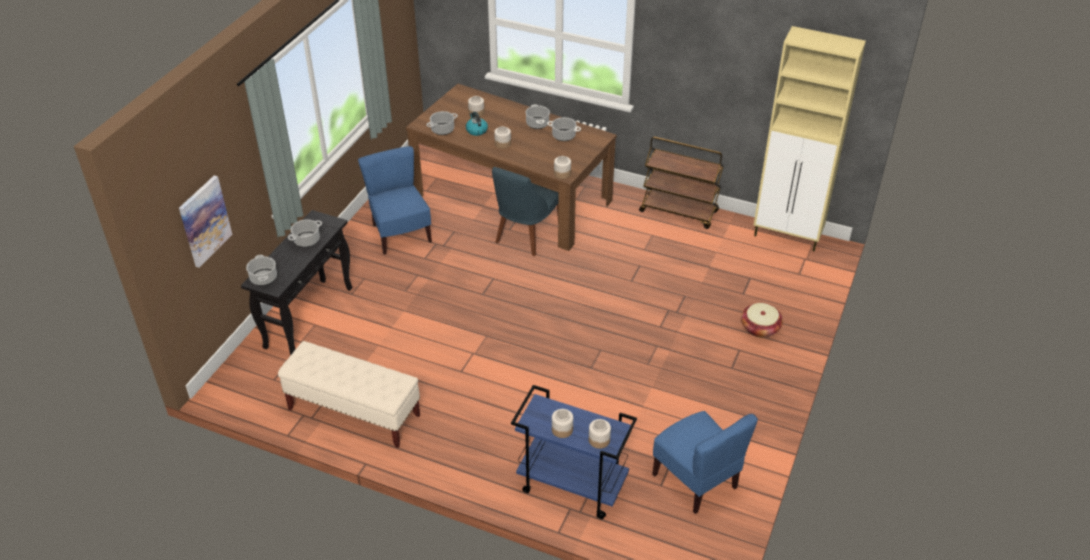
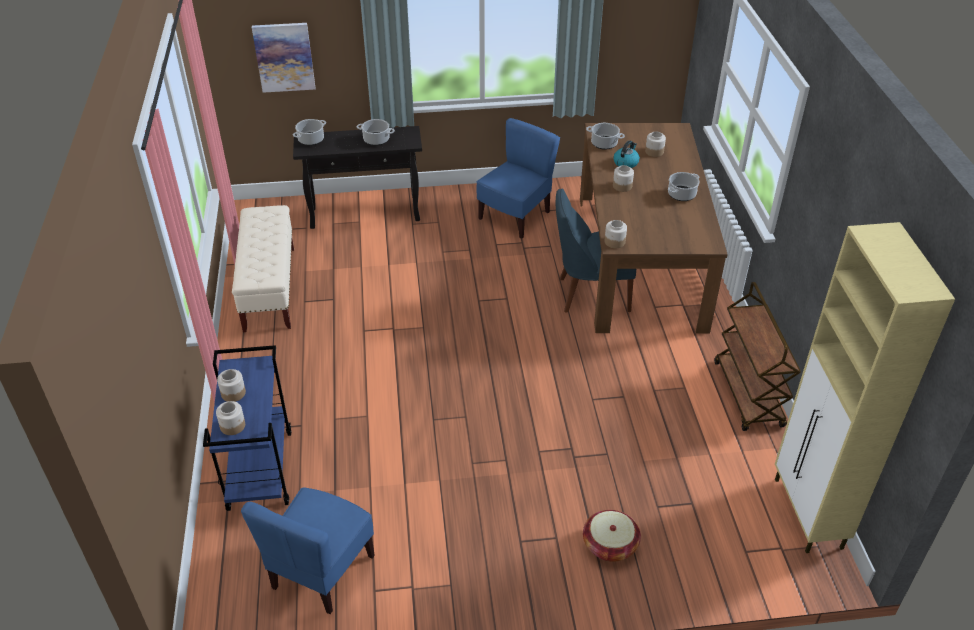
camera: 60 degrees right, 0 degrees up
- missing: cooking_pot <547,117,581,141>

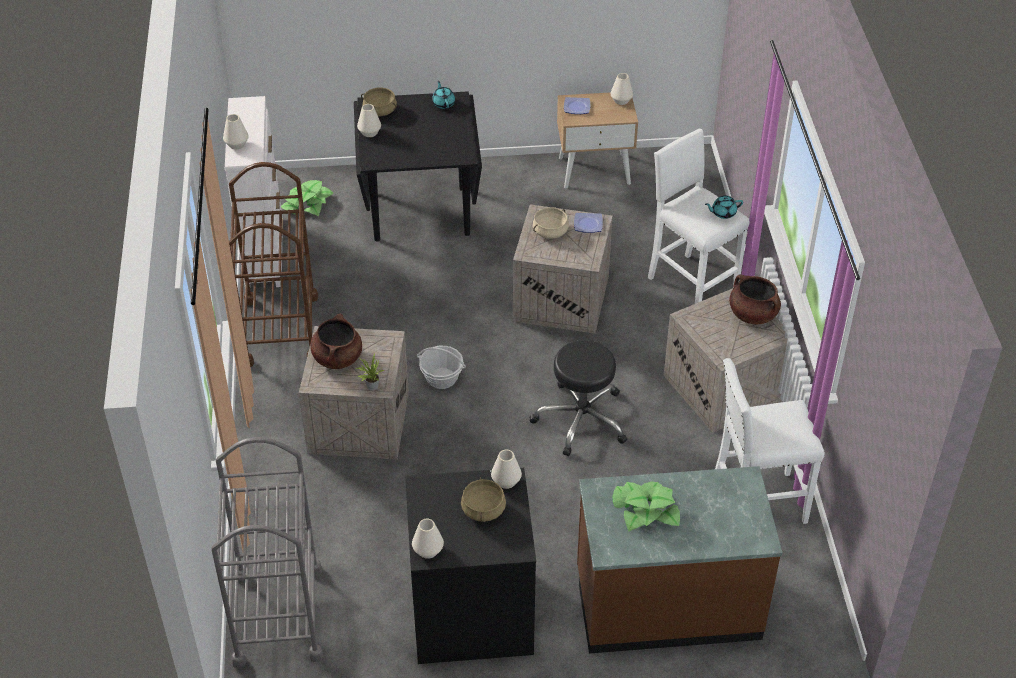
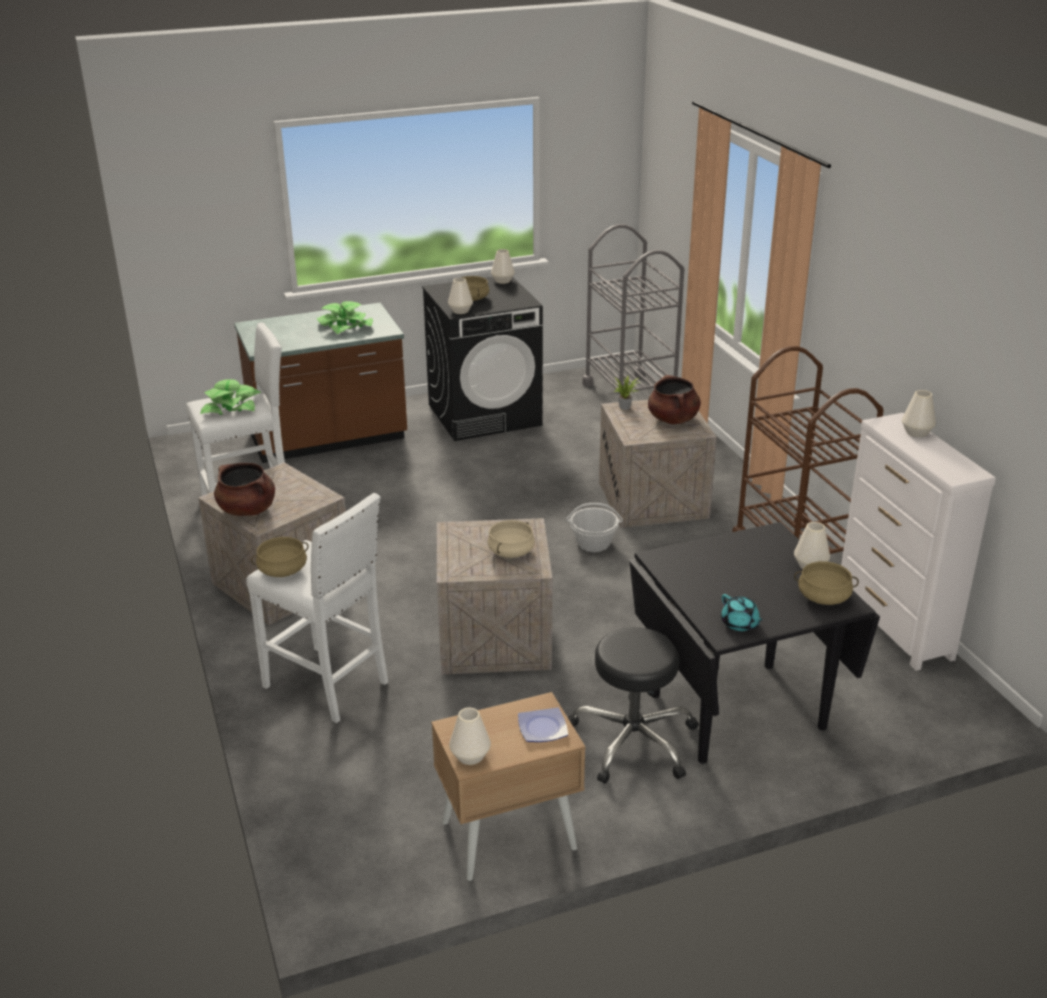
camera: 165 degrees right, 15 degrees down
- relocated: houseplant <281,180,333,216> to <200,379,262,415>
- exchanged: turquoise_teapot <705,196,743,219> to sand-coloured_cooking_pot <251,537,309,577>
- missing: flat_dish <574,213,603,233>
- relocated: black_stool <530,340,627,456> to <568,627,699,784>

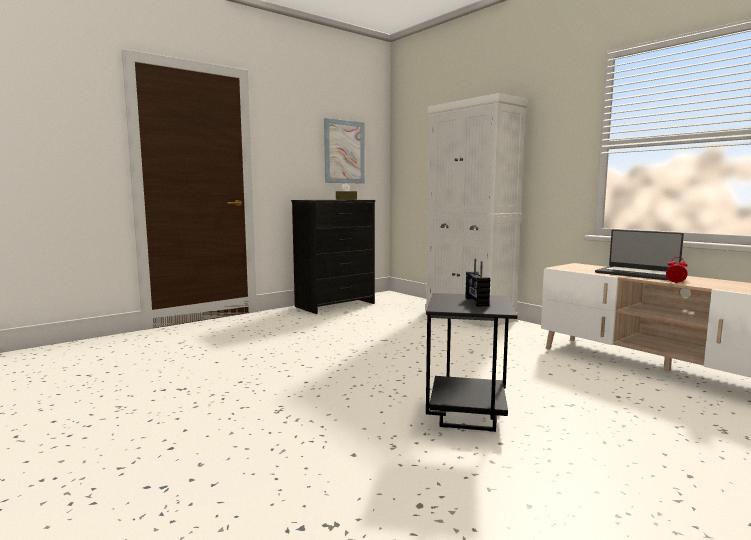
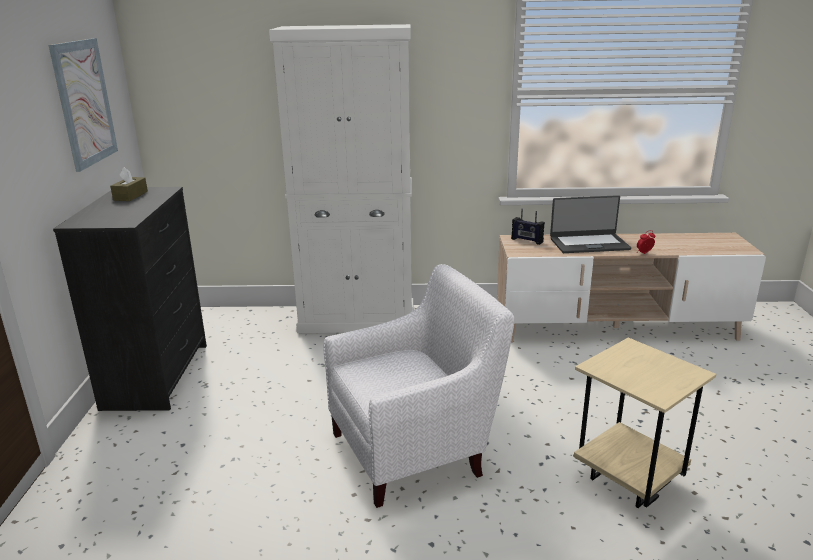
camera: 50 degrees left, 15 degrees up
- relocated: radio <465,259,490,307> to <511,209,545,245>
- colour: black_end_table <426,293,517,432> to sand-coloured_end_table <574,338,716,508>
- appeared: whitish_armchair <324,264,514,508>

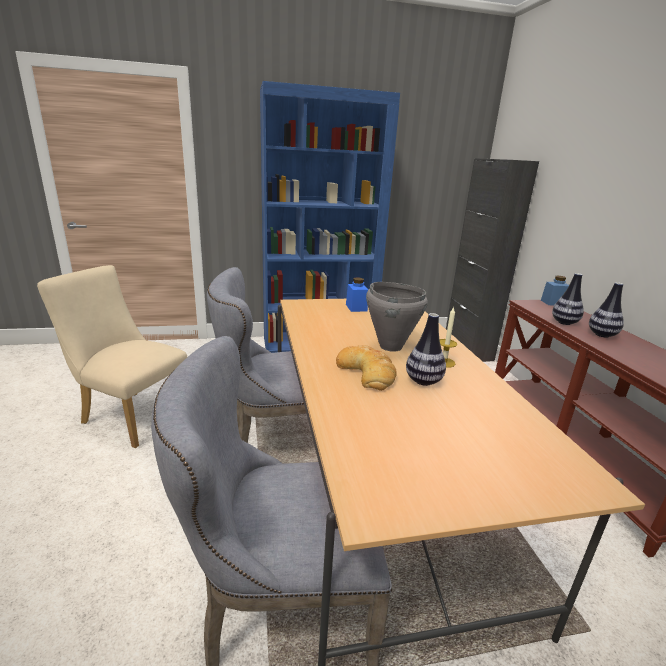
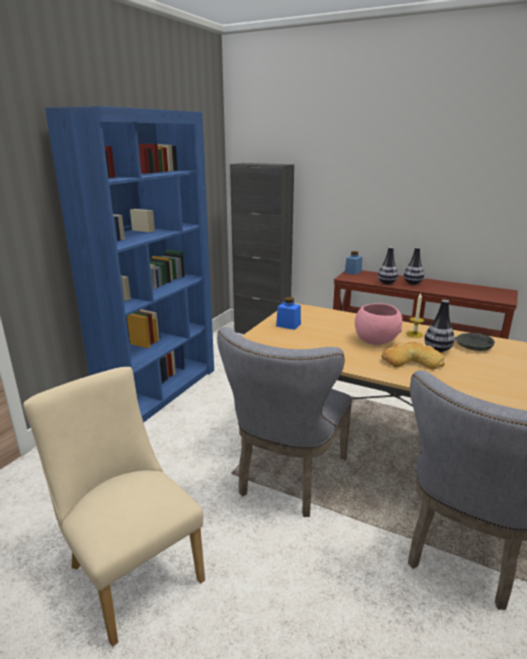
camera: 50 degrees left, 0 degrees up
- spun: sand-coloured_chair <37,265,187,448> = <23,367,205,647> 75 degrees clockwise
- exchanged: greyish_cooking_pot <366,282,428,352> to pinkish_deep_dish <355,303,402,345>
- appeared: greyish_deep_dish <455,333,495,351>

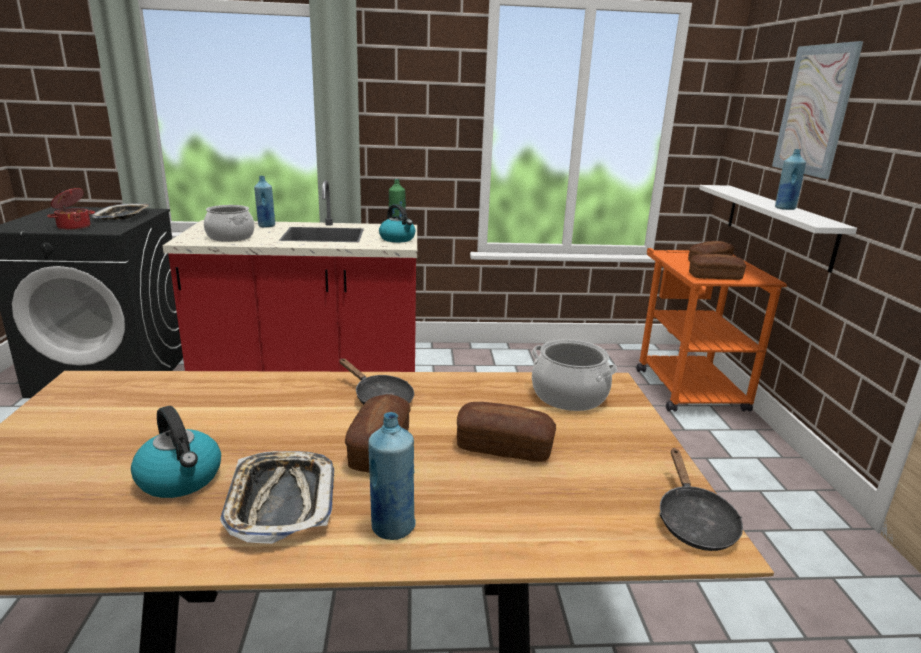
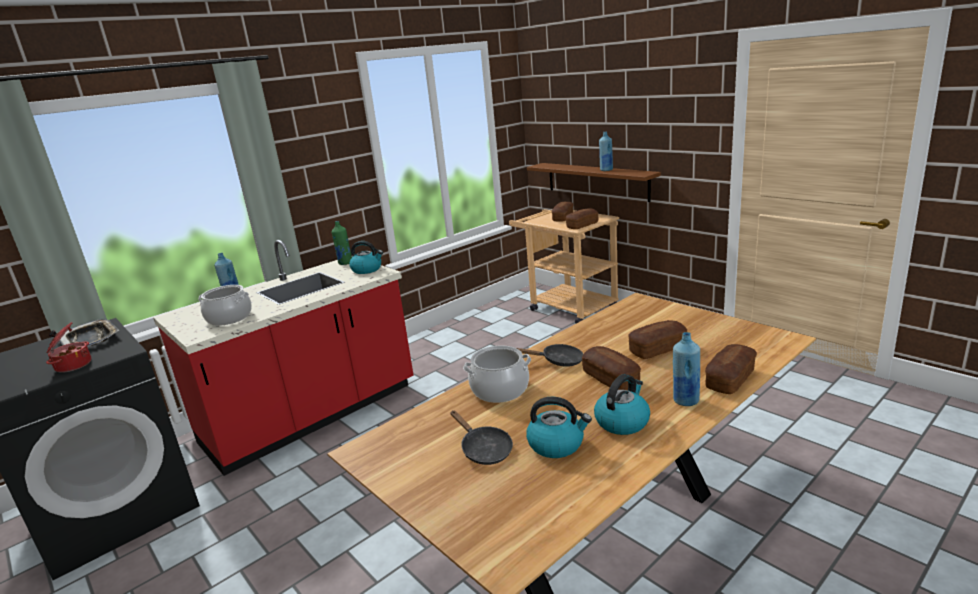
camera: 35 degrees left, 0 degrees up
- missing: picture <772,41,864,179>
- colour: whitish_bracket_shelf <699,185,857,273> to brown_bracket_shelf <527,163,661,202>
- colour: orange_wheeled_cart <636,248,787,412> to sand-coloured_wheeled_cart <509,209,619,324>
- relocated: cooking_pot <532,339,618,411> to <463,346,531,403>
- relocated: black_frying_pan <659,448,743,551> to <450,410,513,465>
- exchanged: tray <220,451,334,544> to tea_kettle <594,374,650,435>
- appeared: bread <705,344,757,394>

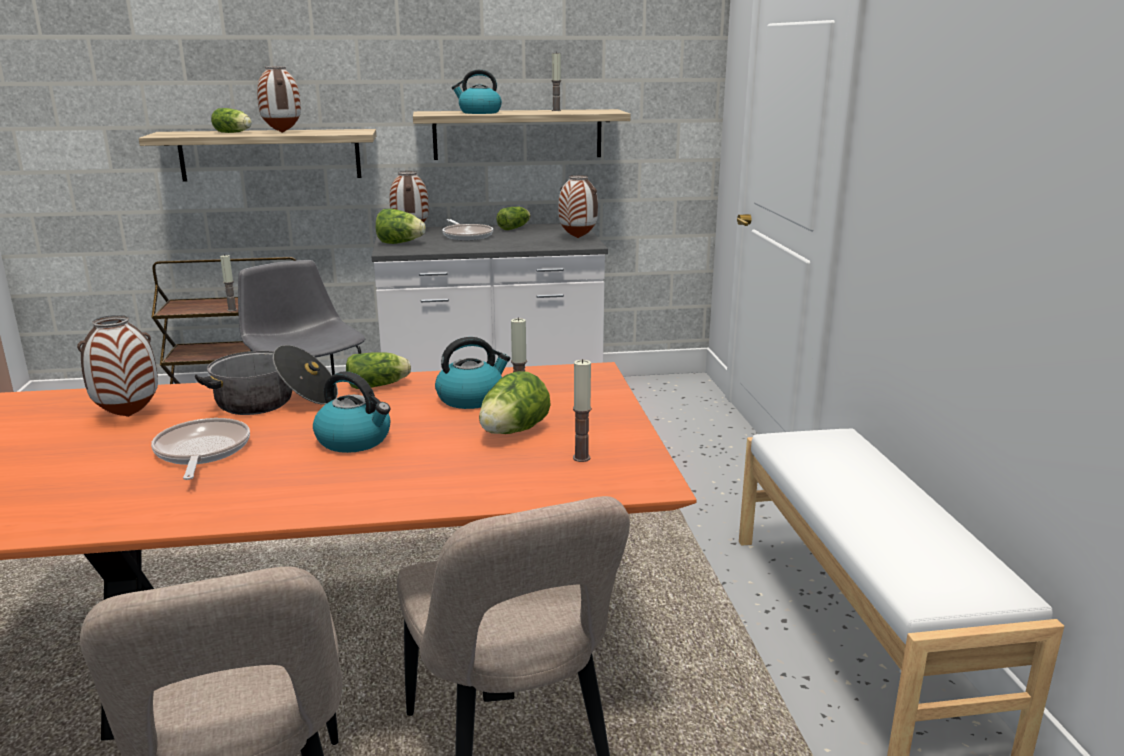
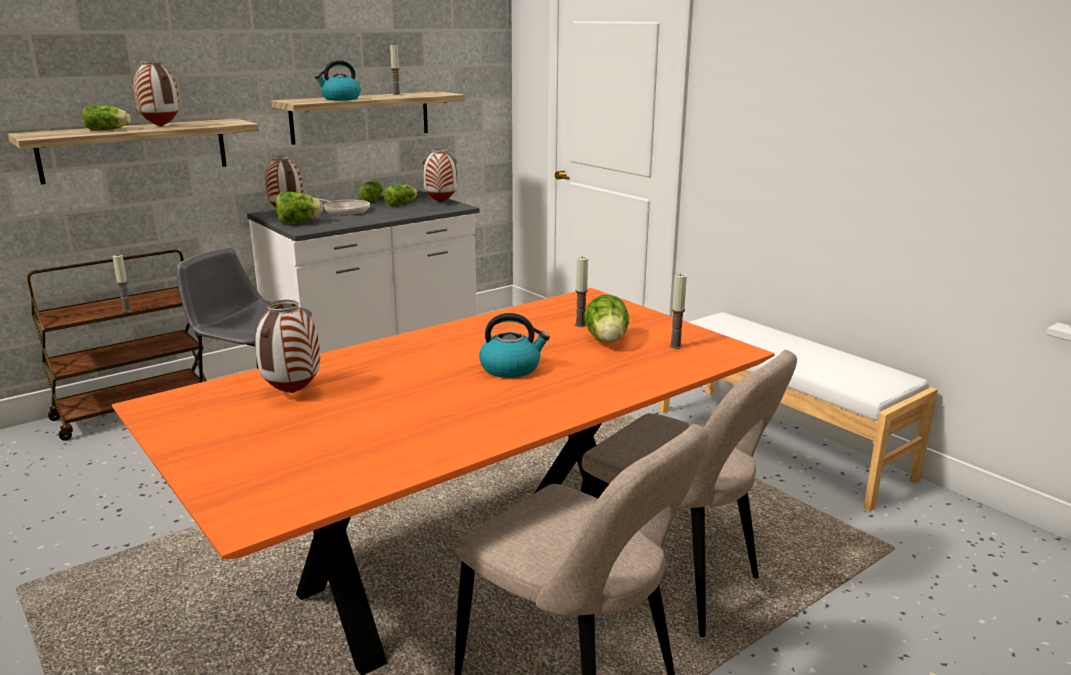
camera: 30 degrees left, 0 degrees up
- missing: tea_kettle <435,337,510,409>
- missing: cooking_pot <195,345,338,415>
- relocated: lettuce_head <346,352,411,389> to <384,184,417,206>
- missing: frying_pan <151,418,250,480>

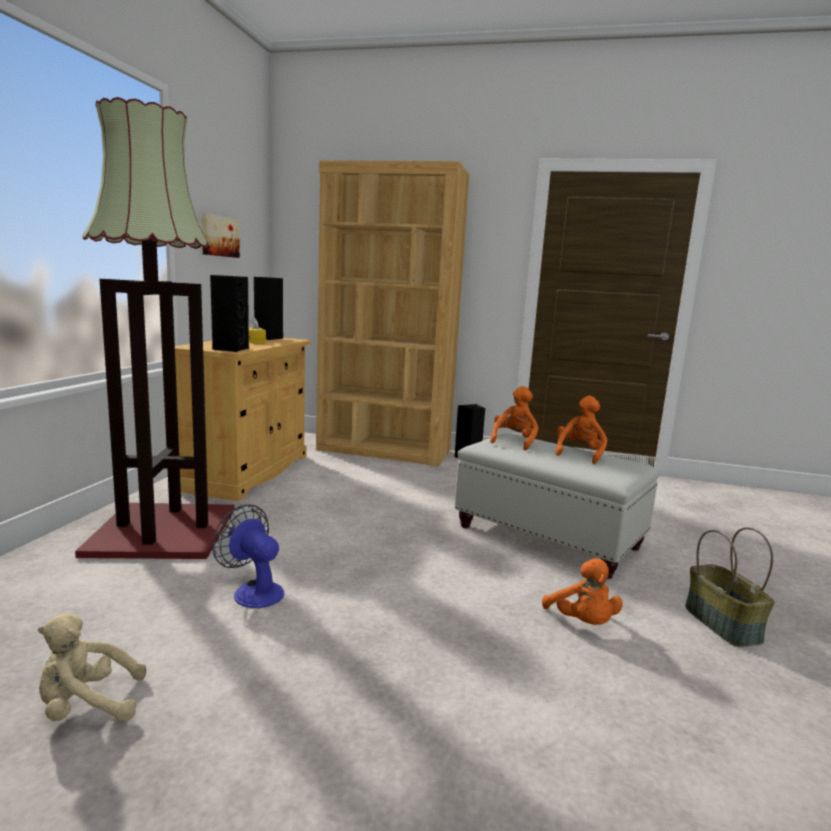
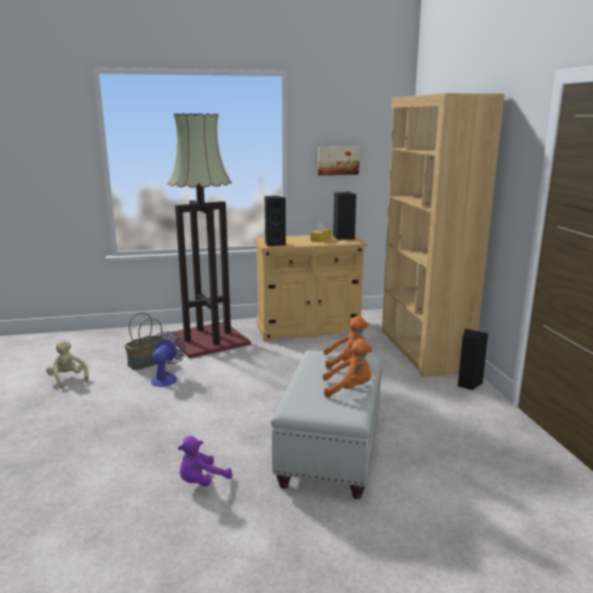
camera: 65 degrees right, 5 degrees up
- relocated: household_basket <685,527,775,647> to <125,313,163,370>
- colour: orange_plush_toy <542,559,623,625> to purplish_plush_toy <178,436,232,487>

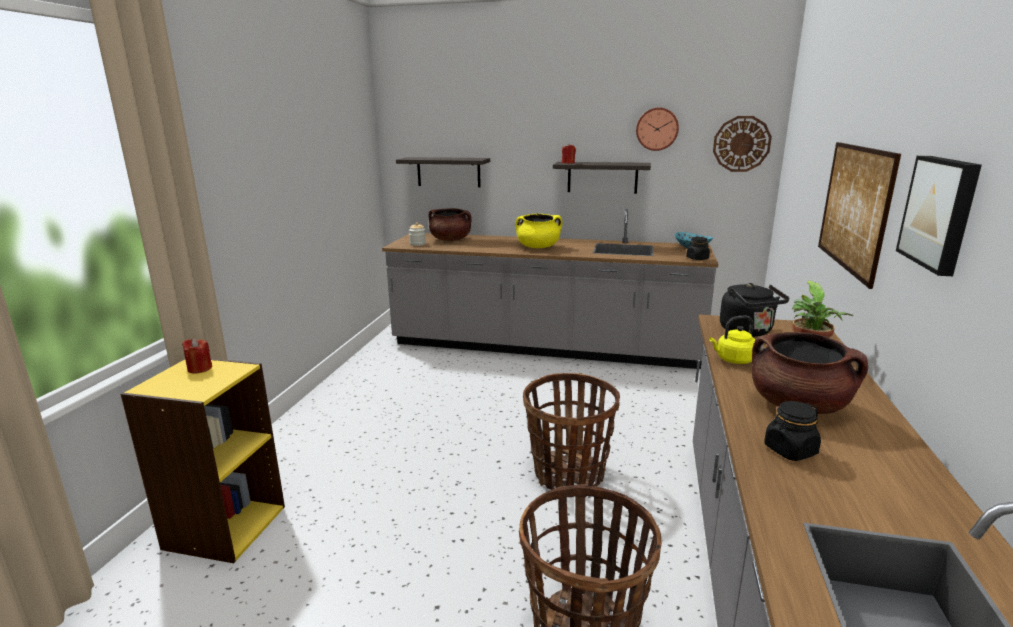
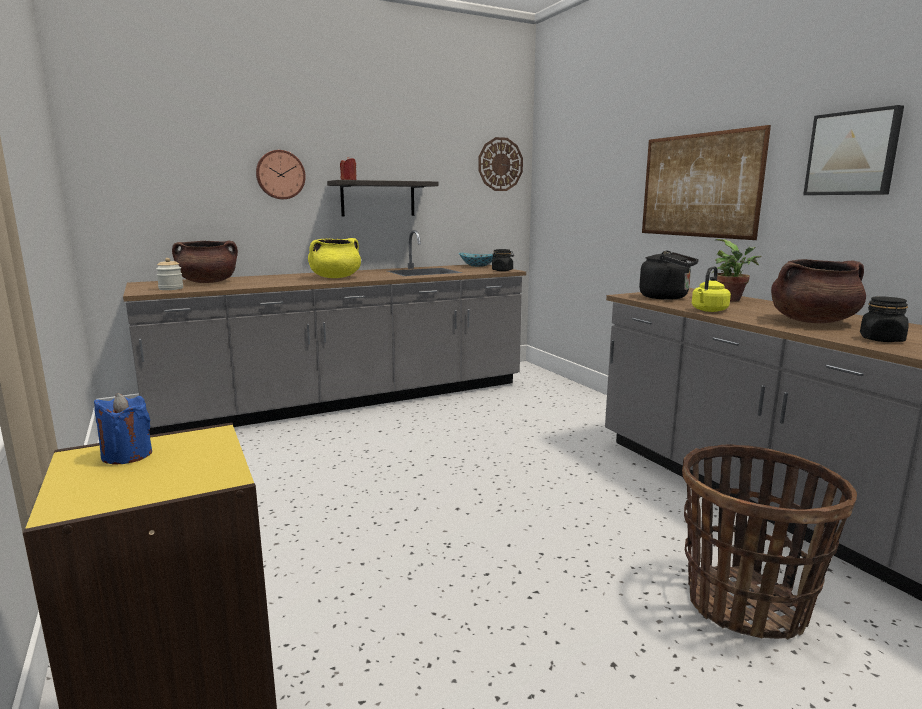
camera: 40 degrees left, 5 degrees down
- relocated: hanging_clock <636,108,679,151> to <256,150,306,199>
- missing: bracket_shelf <396,157,490,187>
- colour: red-coloured_wax_candle <182,339,212,373> to bluish_wax_candle <94,393,152,464>
- missing: household_basket <523,373,620,490>

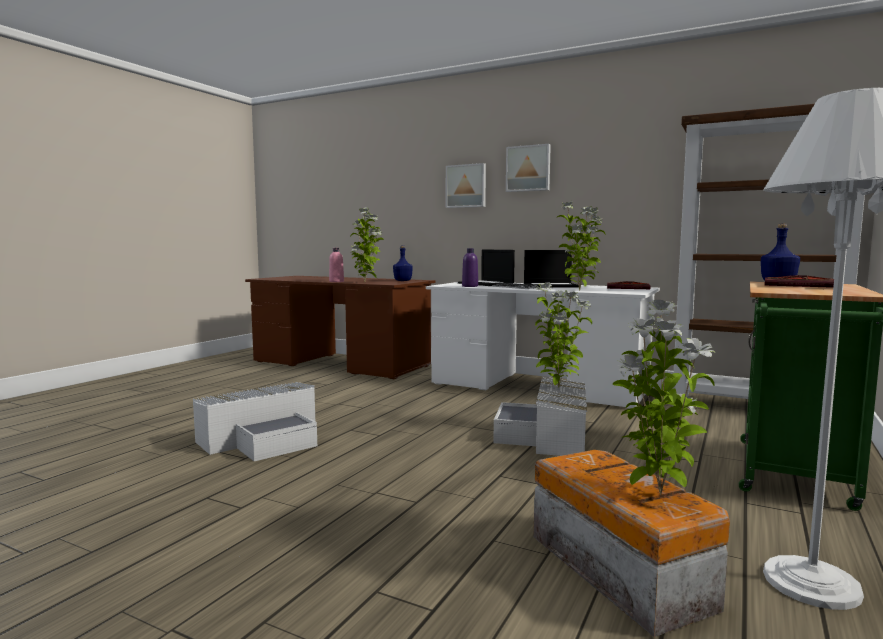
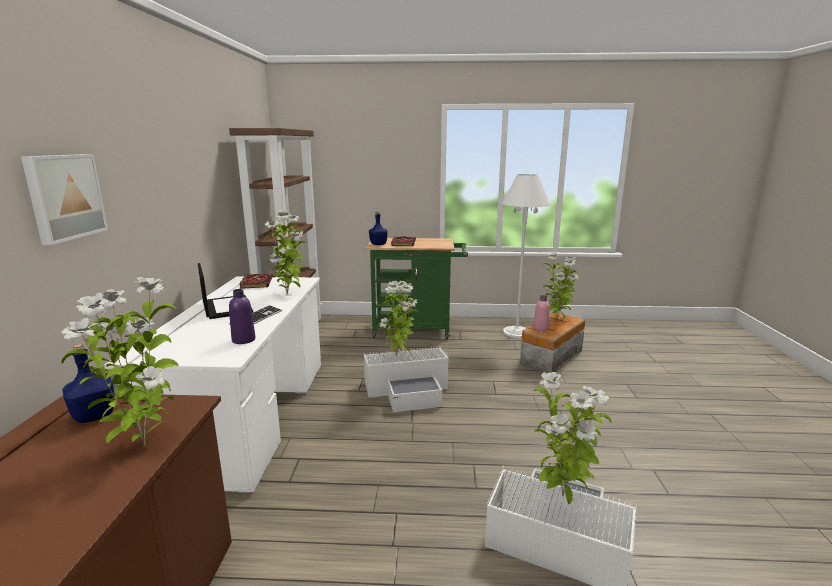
camera: 115 degrees left, 10 degrees up
- missing: picture <506,144,551,192>
- relocated: pinkish_bottle <329,248,344,282> to <533,295,550,331>
- missing: laptop <458,249,515,286>
- appeared: houseplant <533,372,611,504>

